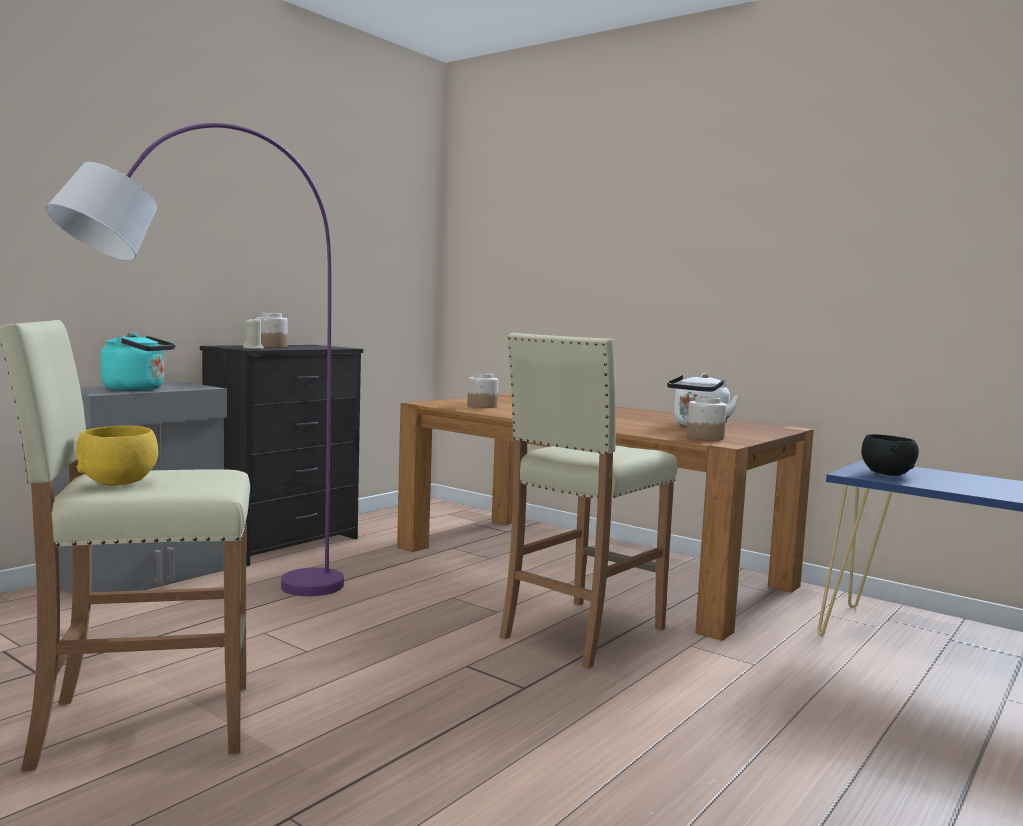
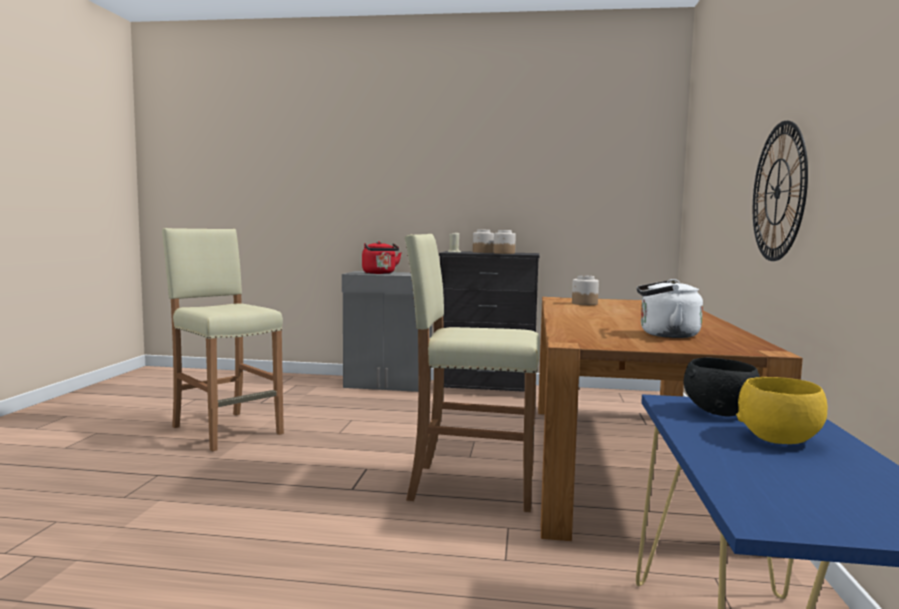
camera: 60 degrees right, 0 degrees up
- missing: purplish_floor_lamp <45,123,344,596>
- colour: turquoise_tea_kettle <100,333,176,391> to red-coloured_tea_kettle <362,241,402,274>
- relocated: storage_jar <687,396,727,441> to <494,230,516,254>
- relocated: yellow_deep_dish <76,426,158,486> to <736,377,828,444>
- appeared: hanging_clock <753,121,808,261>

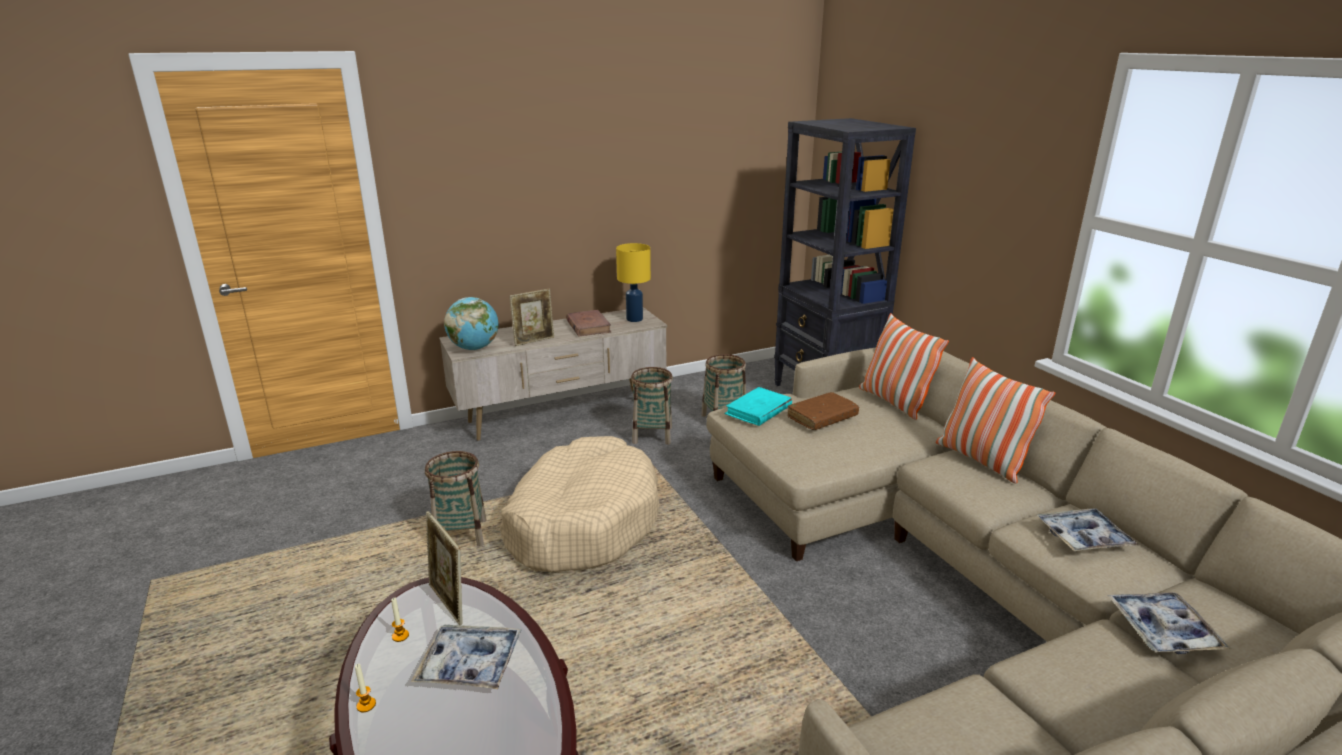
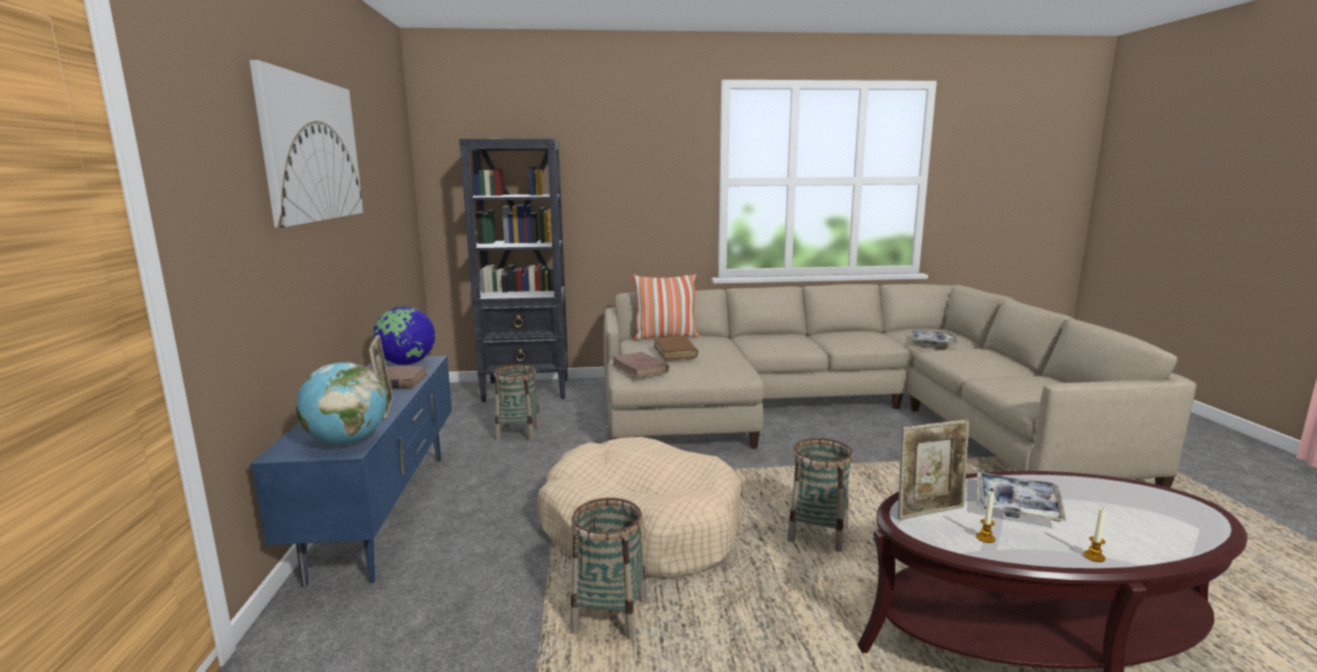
camera: 70 degrees left, 10 degrees down
- exchanged: yellow_table_lamp <616,243,651,322> to world_globe <372,306,435,365>
- colour: sand-coloured_tv_unit <439,307,667,441> to bluish_tv_unit <249,356,452,587>
- missing: pillow <936,357,1055,483>
- relocated: household_basket <631,367,673,445> to <787,438,853,552>
- colour: turquoise_book <725,387,792,426> to brown_book <612,352,669,378>
- missing: tray <1037,508,1139,551>
- appeared: picture <249,60,363,228>

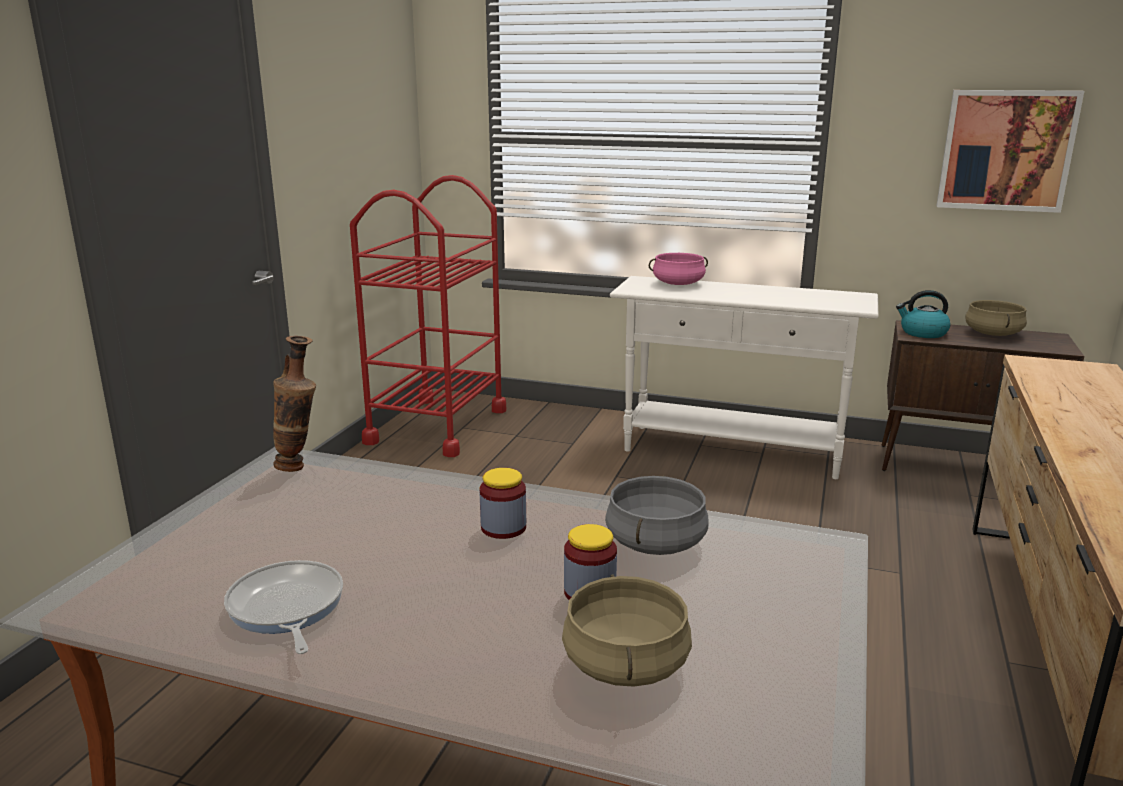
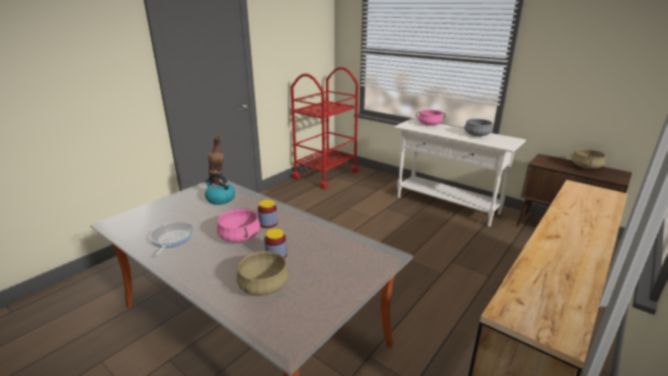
camera: 20 degrees right, 5 degrees up
- missing: picture <937,90,1084,213>
- relocated: tea_kettle <896,290,951,338> to <205,173,235,205>
- relocated: greyish_cooking_pot <605,476,708,555> to <464,119,493,136>
- appeared: pinkish_cooking_pot <217,209,261,242>

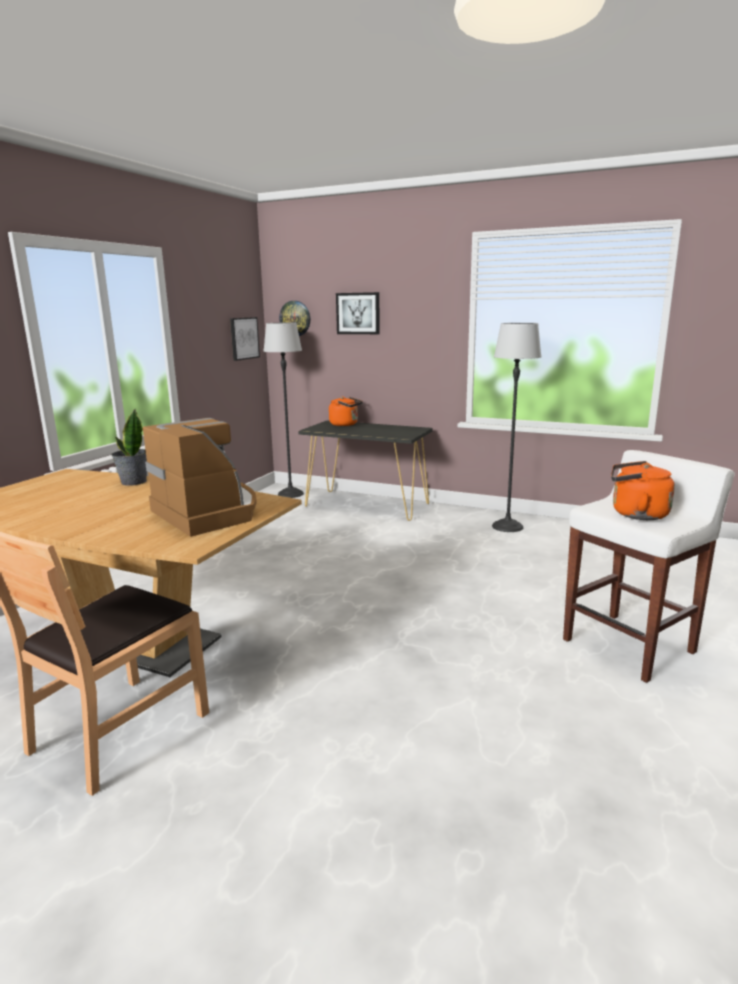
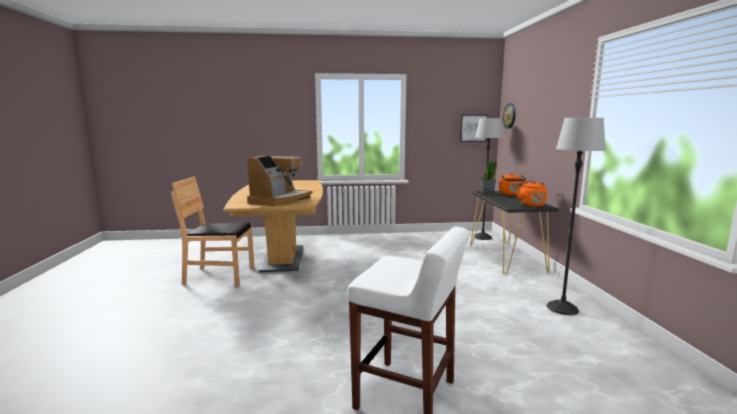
camera: 60 degrees right, 5 degrees down
- missing: picture <336,292,380,334>
- relocated: houseplant <111,409,147,486> to <480,159,497,194>
- relocated: orange_tea_kettle <611,461,675,520> to <516,181,547,207>

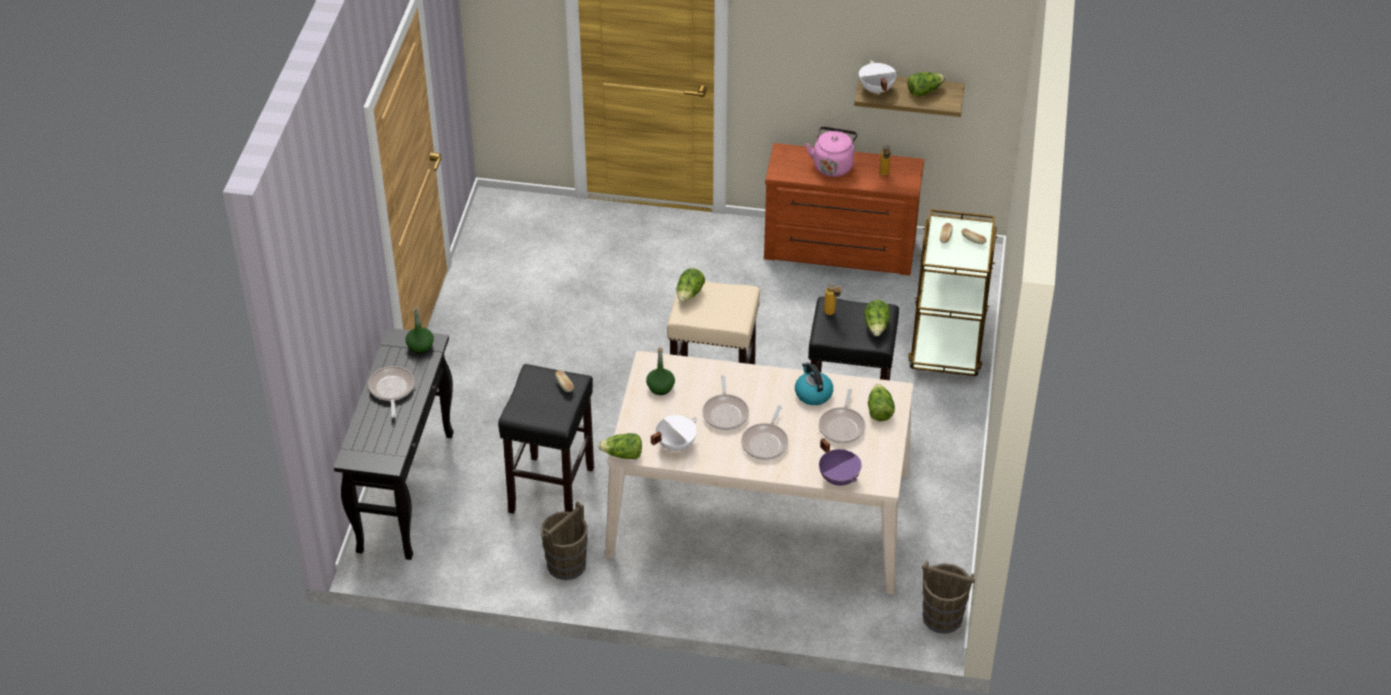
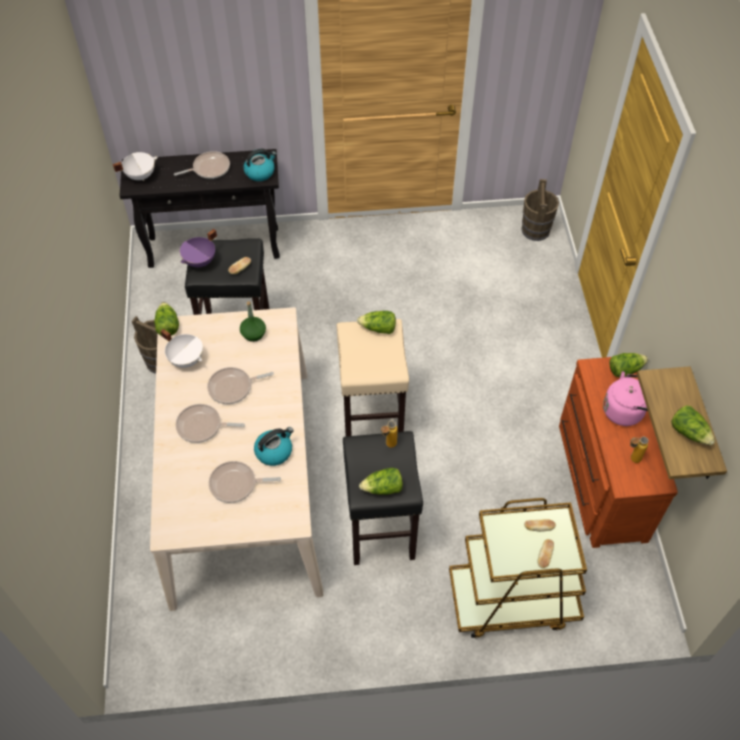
camera: 75 degrees right, 10 degrees up
- relocated: whitish_cooking_pot <859,60,896,95> to <113,152,158,181>
- exchanged: greenish_bottle <406,306,434,354> to tea_kettle <244,149,277,181>
- relocated: lettuce_head <868,384,895,421> to <609,353,648,377>
- relocated: purplish_cooking_pot <819,438,862,486> to <180,229,217,267>
- relocated: brown_pail <922,560,975,634> to <521,179,559,241>

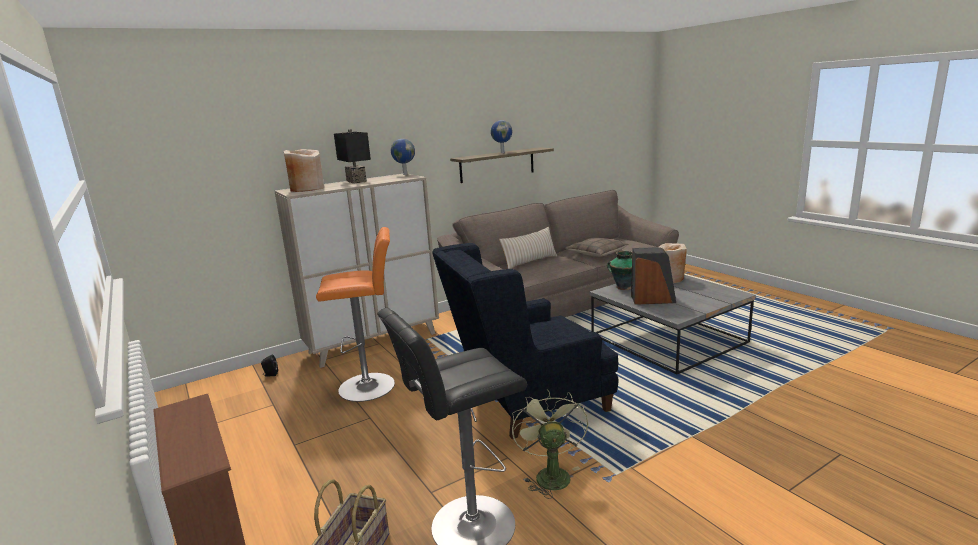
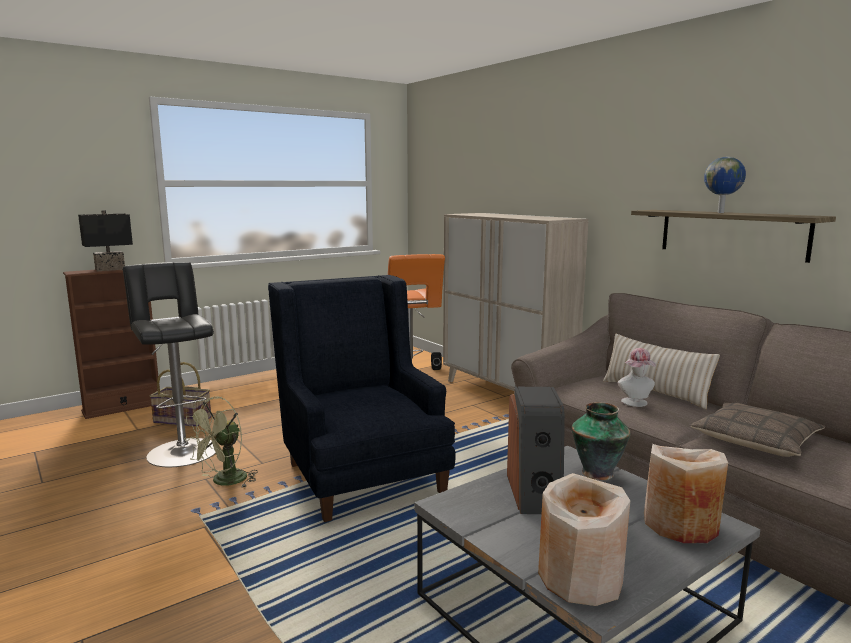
camera: 85 degrees right, 5 degrees down
- relocated: black_table_lamp <334,129,371,184> to <78,210,133,271>
- missing: world_globe <391,139,415,175>
- relocated: sand-coloured_vase <284,149,324,192> to <538,473,630,606>
- spun: greenish_cooling_fan <512,389,588,499> = <184,396,258,487> 135 degrees clockwise
- appeared: clothing_hat <618,348,656,407>

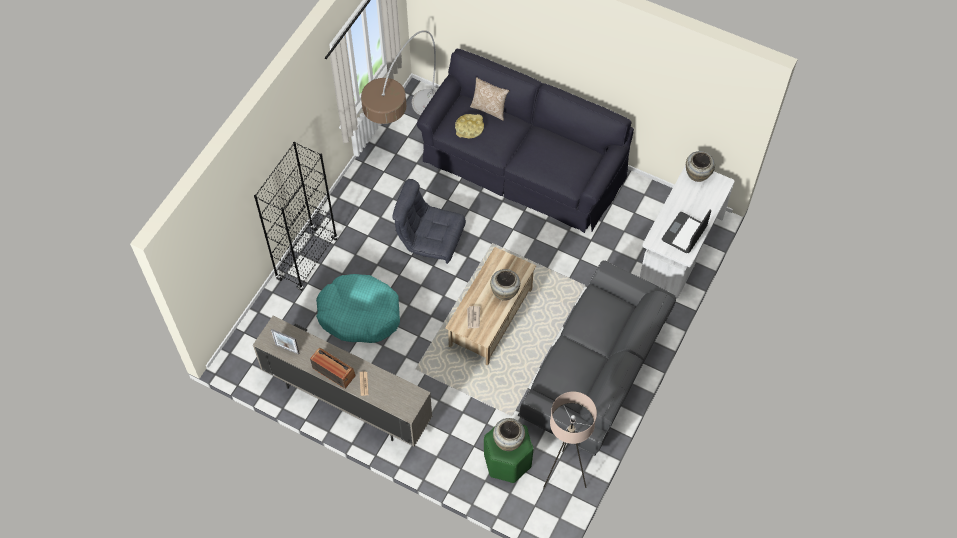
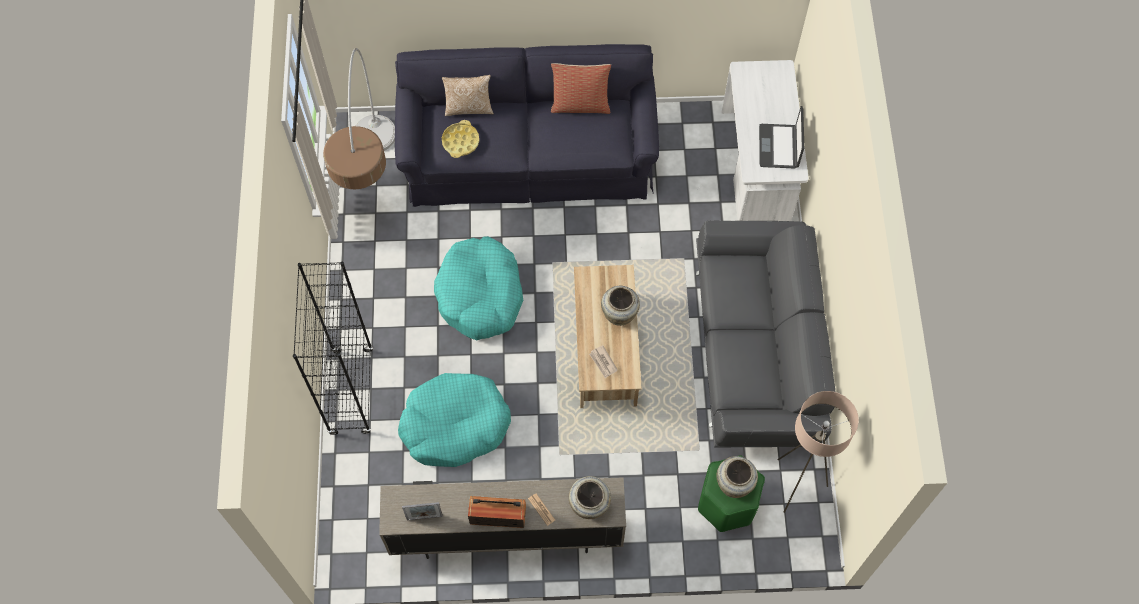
camera: 30 degrees left, 5 degrees up
- relocated: sand-coloured_vase <686,151,715,182> to <569,476,611,519>
- exchanged: greyish_armchair <392,179,466,264> to turquoise_pet_bed <434,236,523,340>
- appeared: pillow <551,63,611,114>

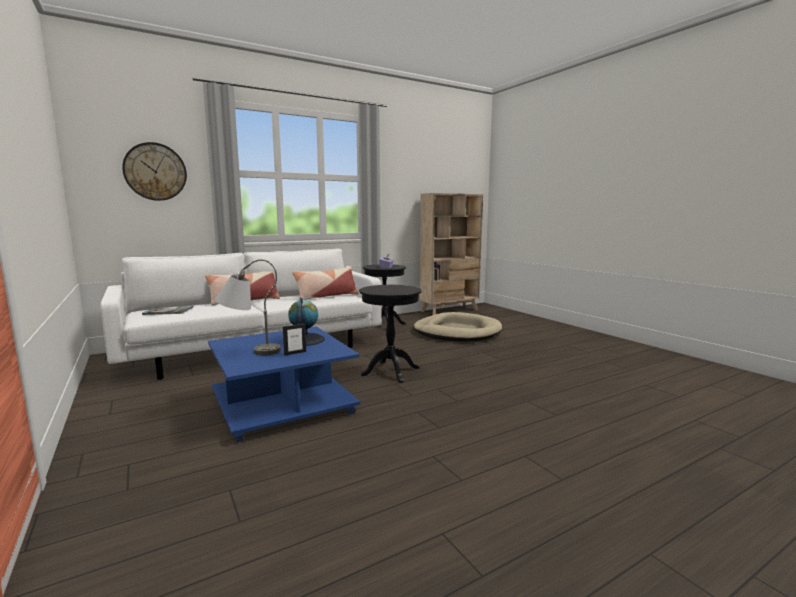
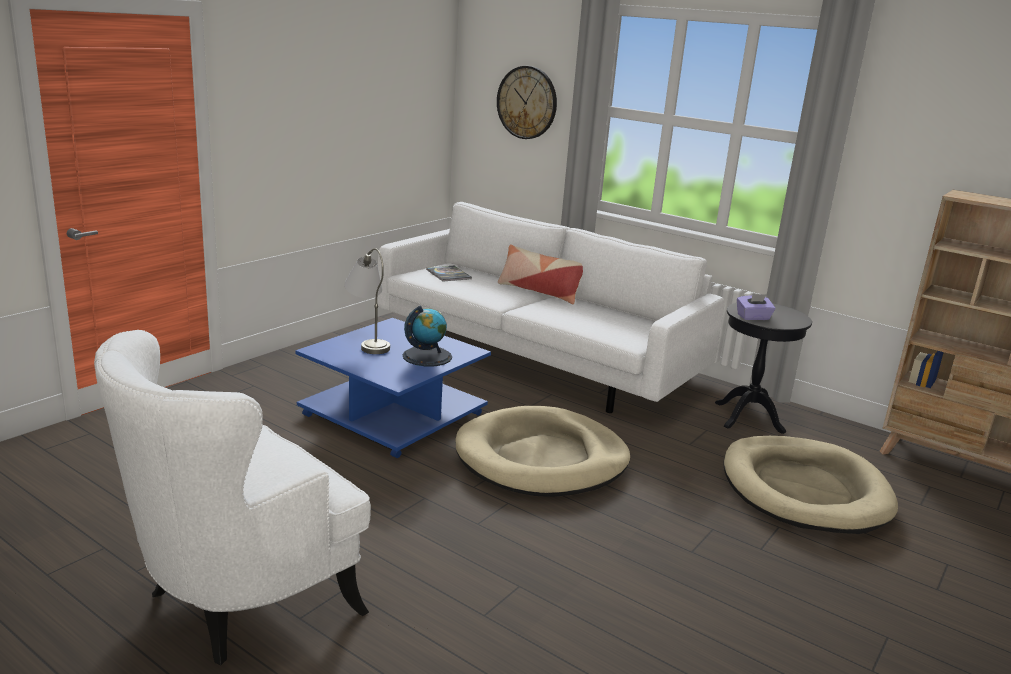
camera: 65 degrees right, 10 degrees up
- missing: pillow <292,266,359,300>
- exchanged: black_end_table <359,285,422,383> to sand-coloured_pet_bed <455,406,630,497>
- missing: picture_frame <283,324,306,356>
- appeared: whitish_armchair <94,330,371,665>

